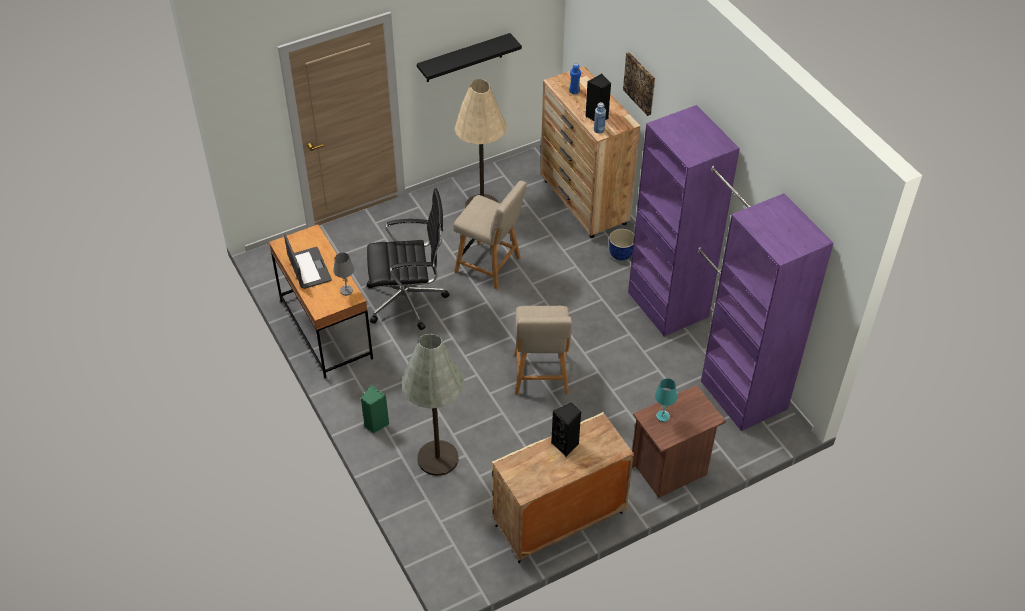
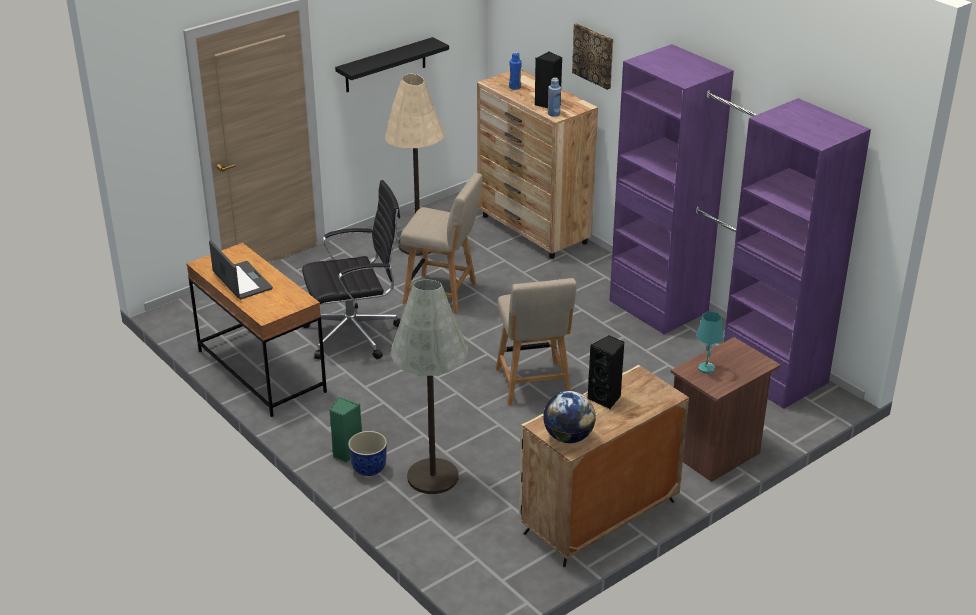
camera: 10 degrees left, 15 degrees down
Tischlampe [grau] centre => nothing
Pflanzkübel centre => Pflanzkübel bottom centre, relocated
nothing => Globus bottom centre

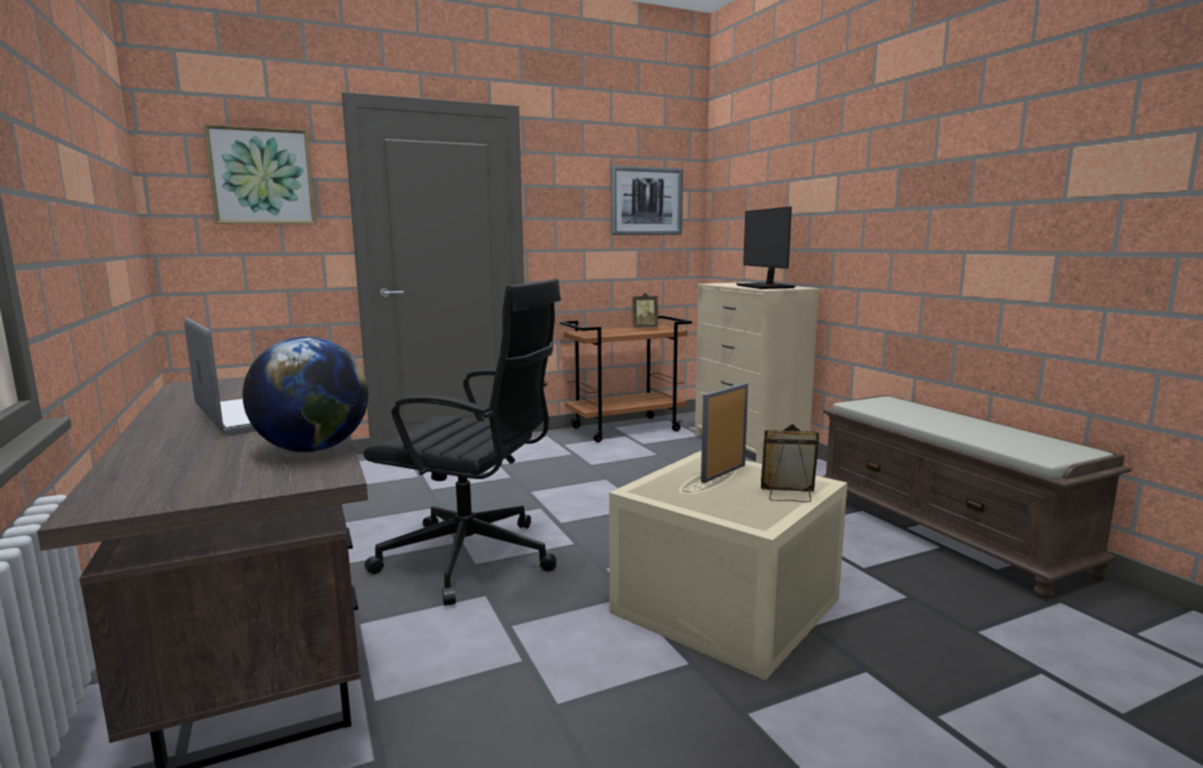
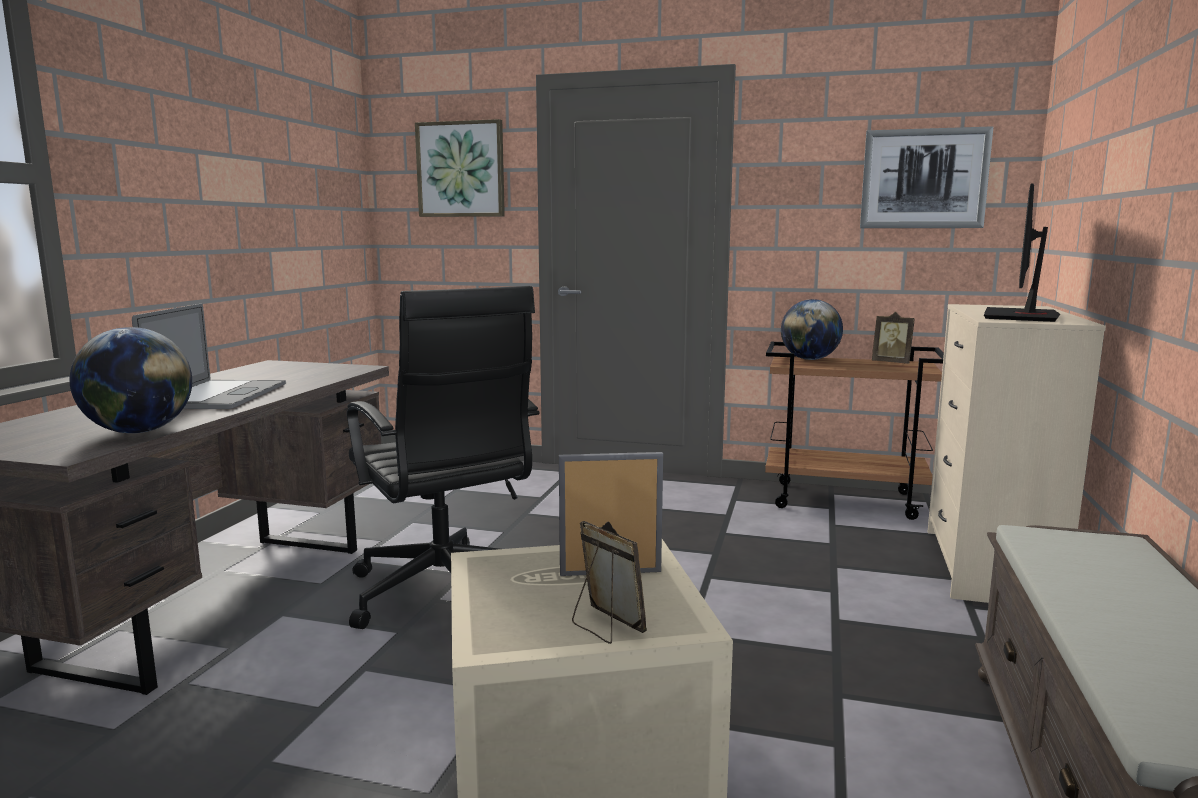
camera: 40 degrees right, 0 degrees up
nothing => Globus (no. 2 from left) middle right

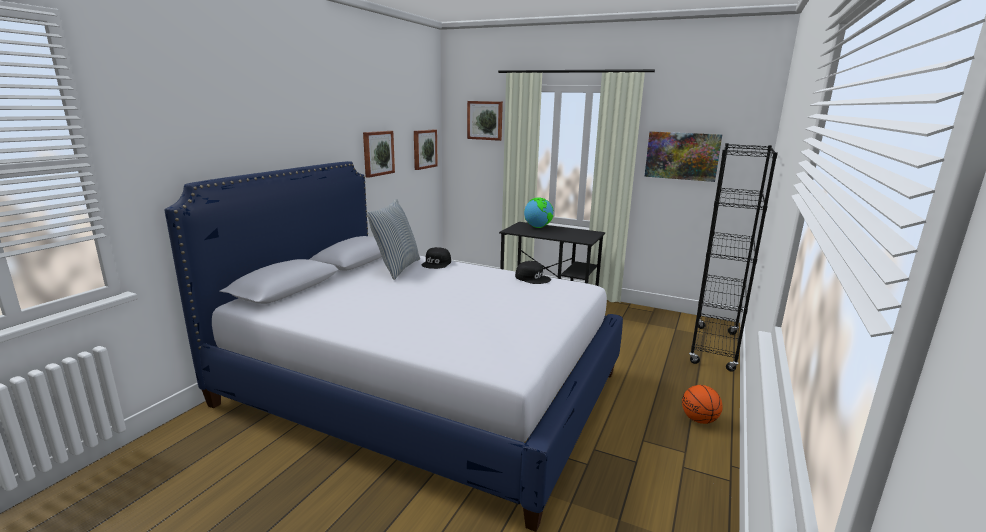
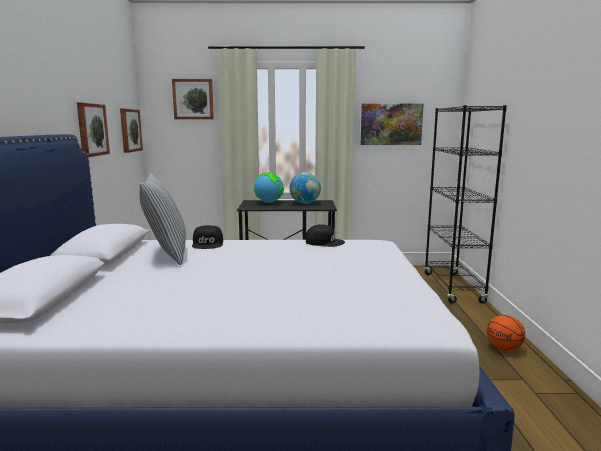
camera: 25 degrees left, 5 degrees down
nothing => Globus (no. 2 from left) centre

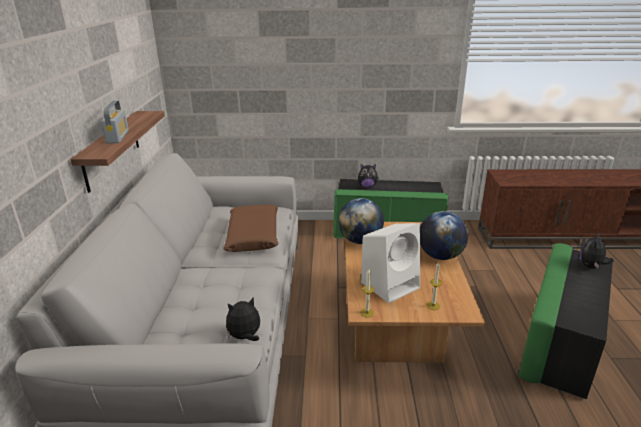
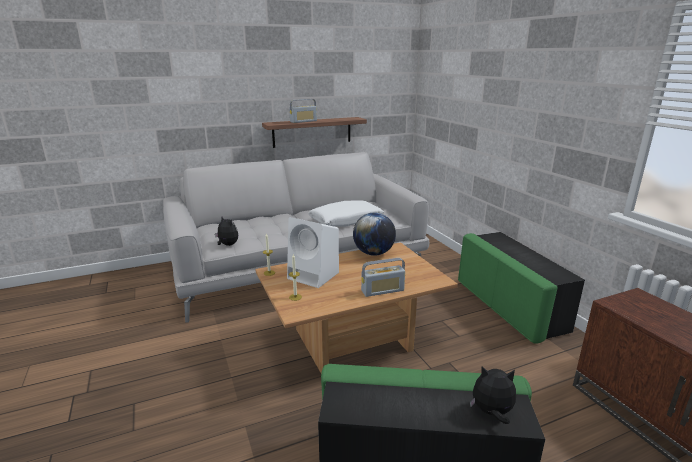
camera: 65 degrees right, 5 degrees down
Kissen [braun] centre => Kissen [weiß] centre
Plüschtier (no. 2 from left) centre => nothing
Globus (no. 2 from left) middle right => Radio (no. 2 from left) centre

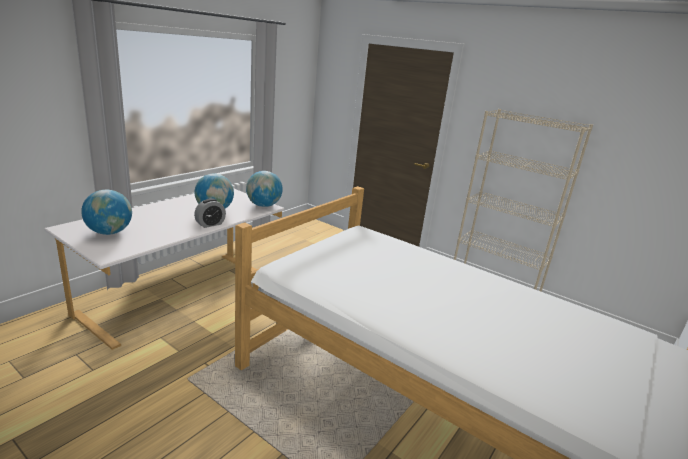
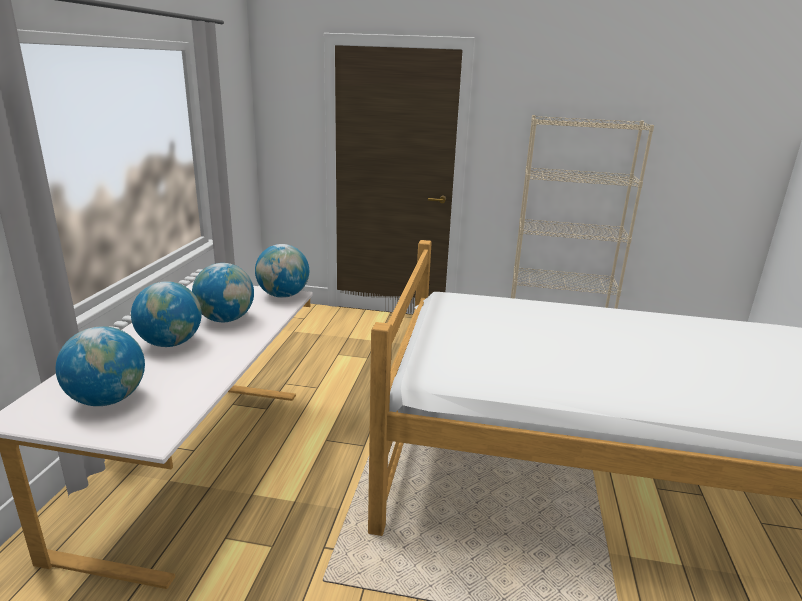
camera: 25 degrees left, 0 degrees up
Wecker middle left => nothing
nothing => Globus (no. 2 from left) middle left

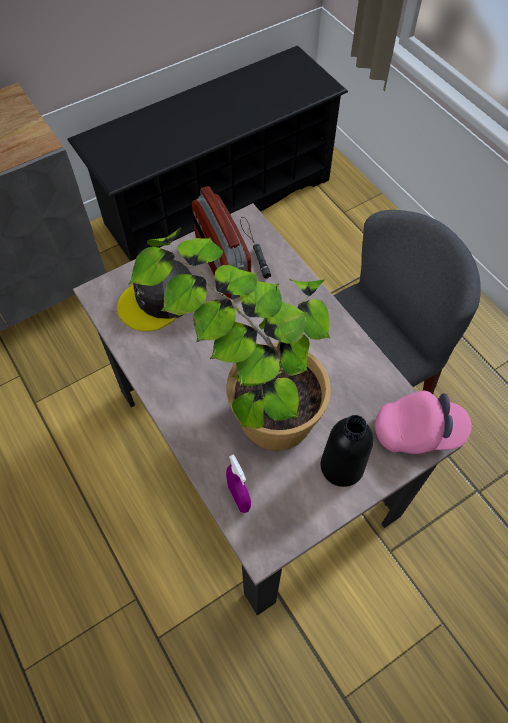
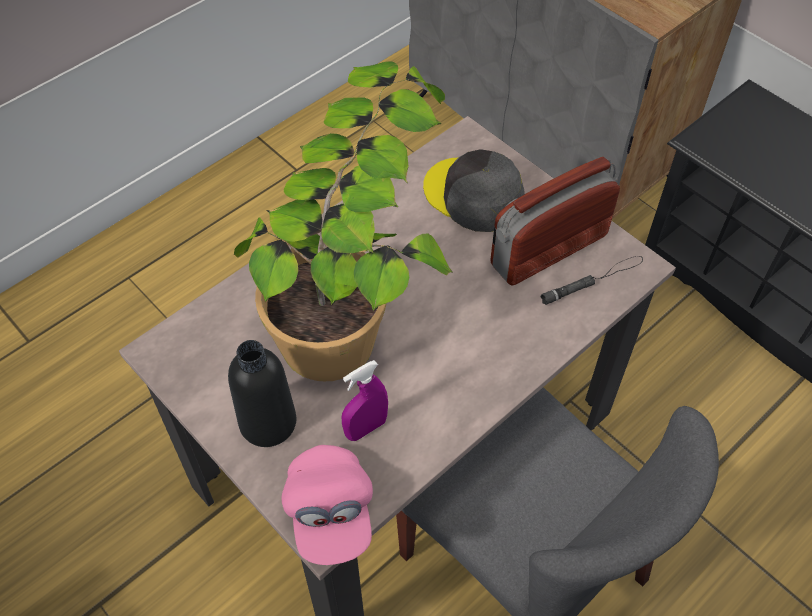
camera: 80 degrees right, 5 degrees down
Sprühflasche [lila] bottom centre => Sprühflasche [lila] centre, relocated

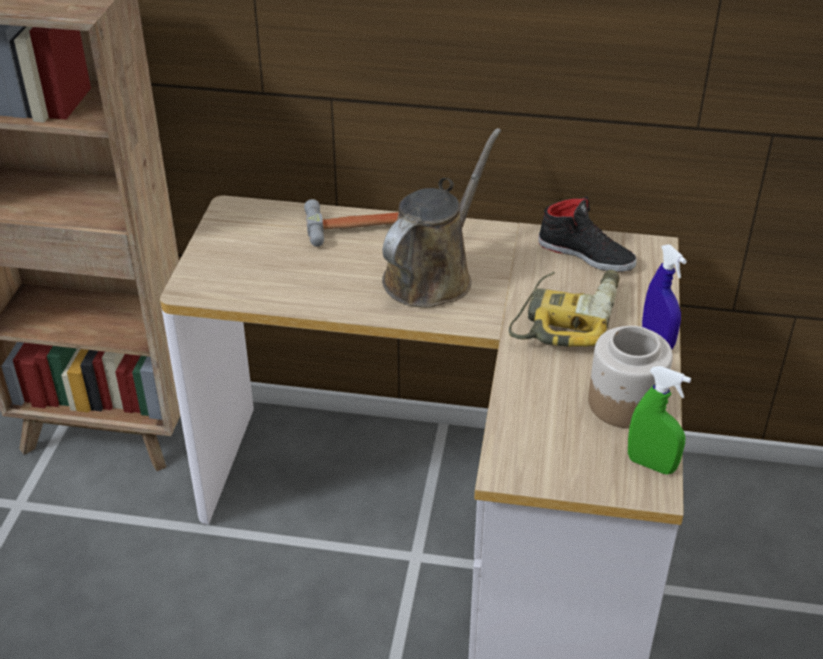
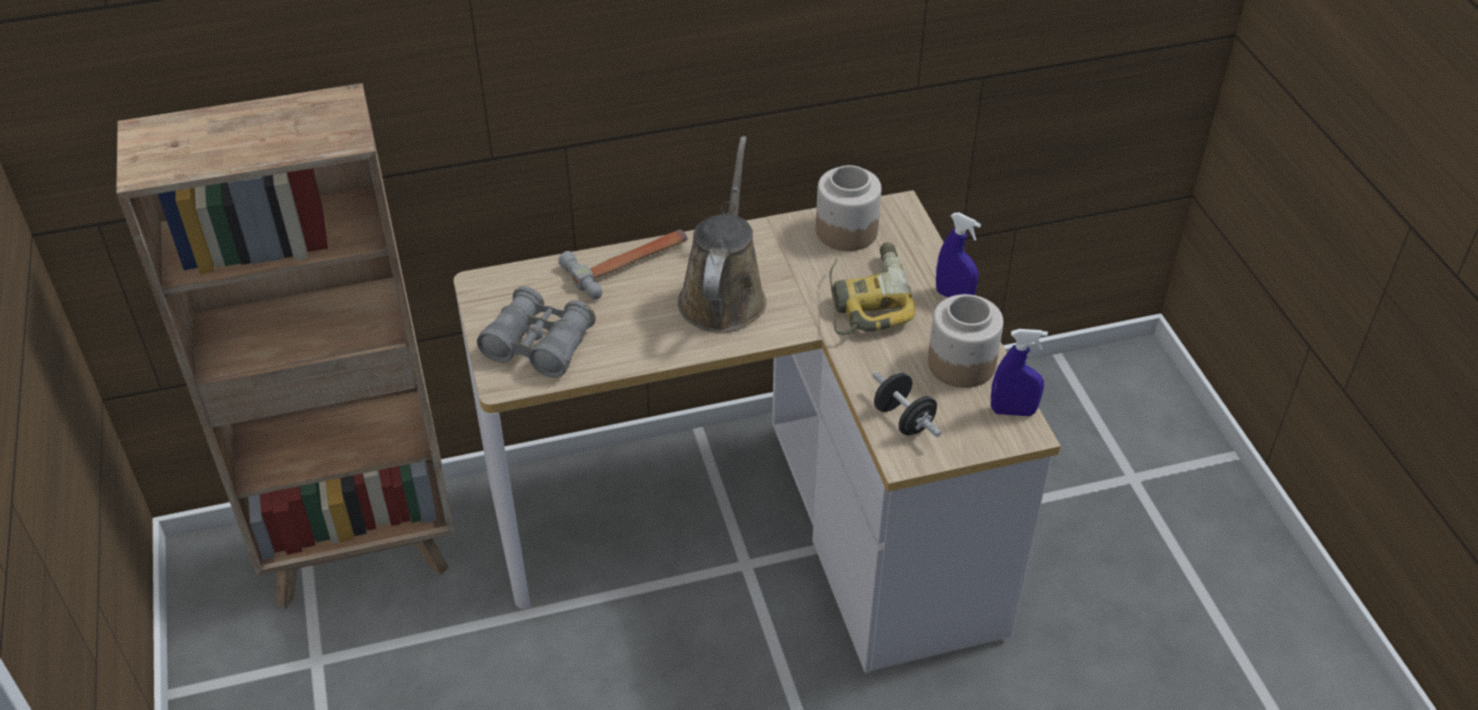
camera: 25 degrees left, 5 degrees up
Schuh [schwarz] middle right => Vorratsglas (no. 1 from left) top centre
Sprühflasche [grün] middle right => Sprühflasche [blau] (no. 2 from left) middle right
nothing => Fernglas [grau] centre
nothing => Hantel [schwarz] centre

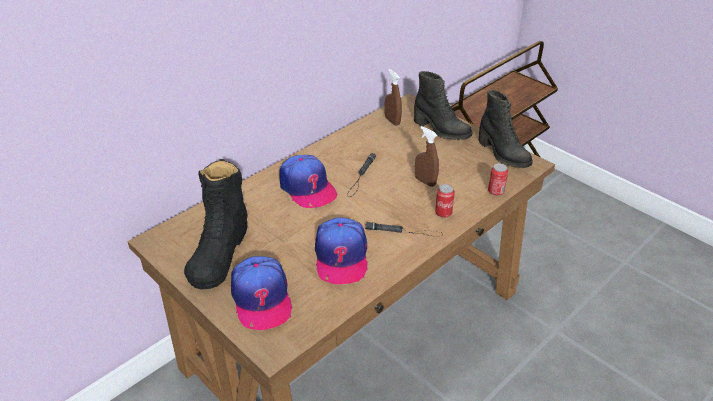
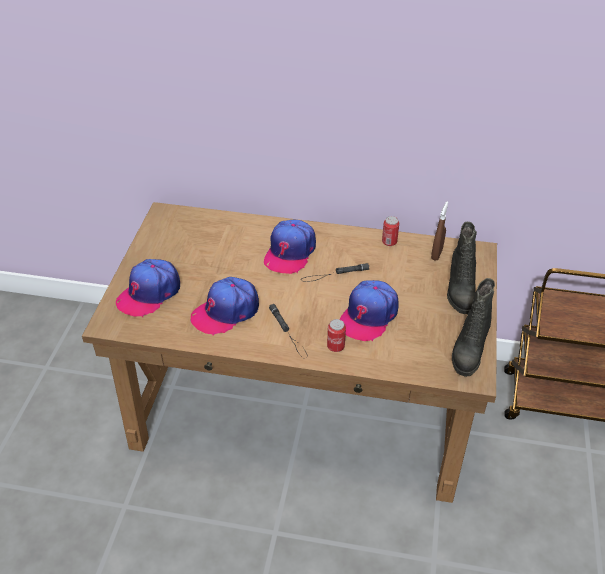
camera: 55 degrees right, 5 degrees up
Stiefel [schwarz] (no. 1 from left) middle left => nothing
Sprühflasche [braun] (no. 2 from left) centre => Kappe (no. 4 from left) centre
Dose (no. 2 from left) middle right => Dose (no. 2 from left) centre, relocated

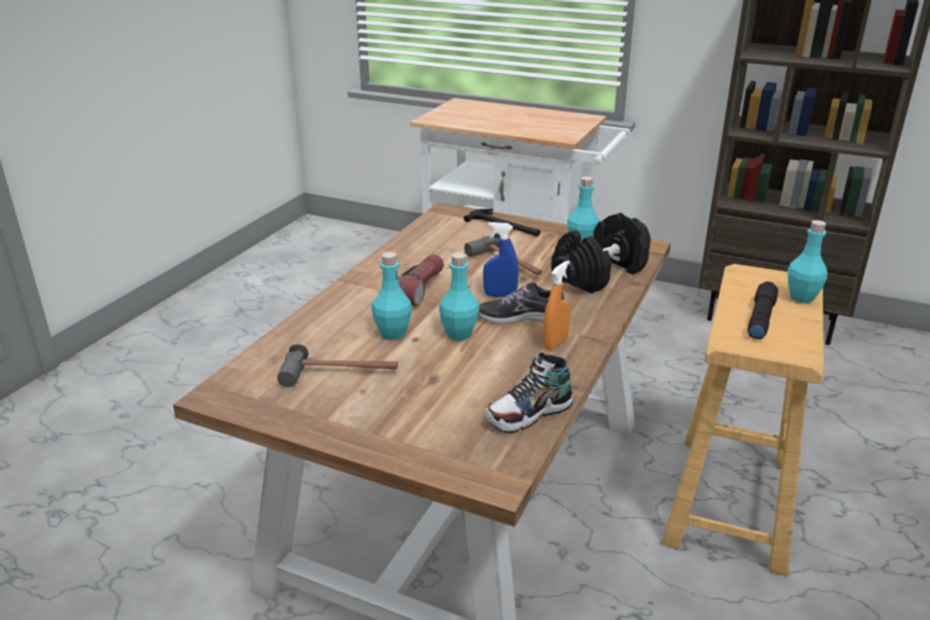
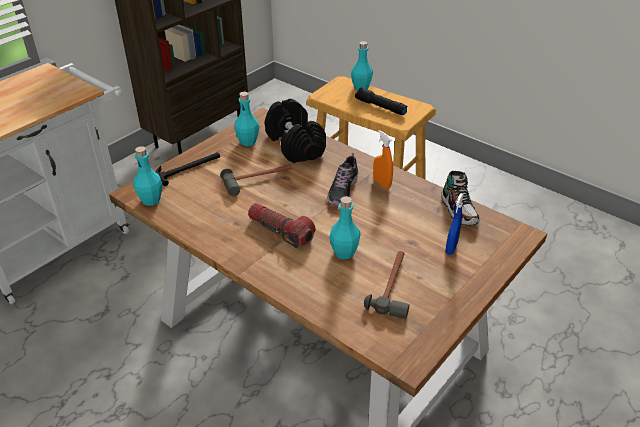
camera: 75 degrees left, 10 degrees up
Flasche [türkis] (no. 2 from left in the first image) centre => Flasche [türkis] (no. 1 from left) middle left, relocated
Sprühflasche [blau] centre => Sprühflasche [blau] middle right, relocated

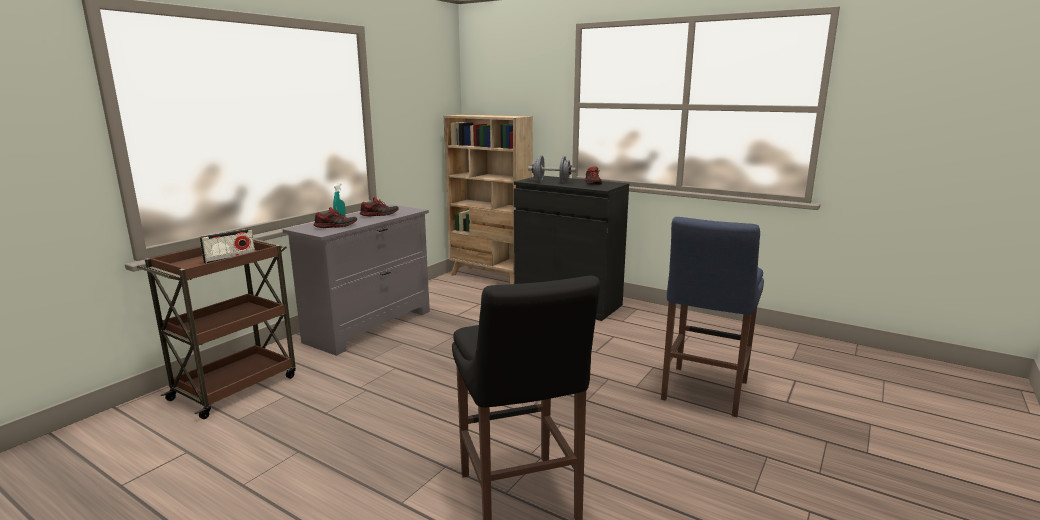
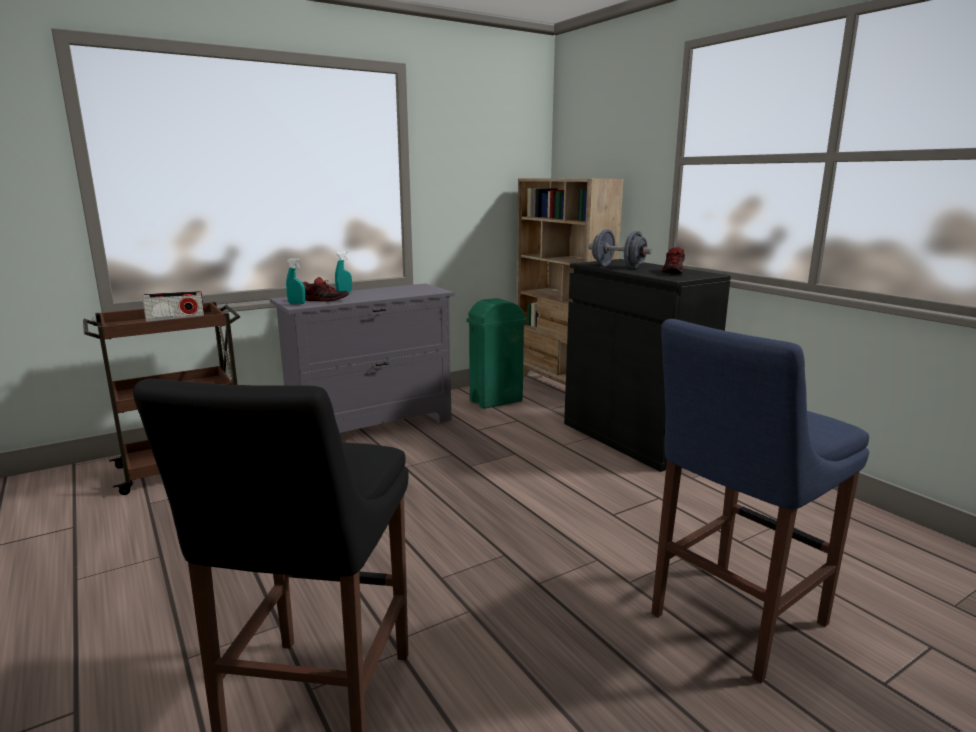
camera: 25 degrees right, 0 degrees up
Schuh (no. 2 from left) centre => nothing
nothing => Sprühflasche [türkis] (no. 1 from left) middle left
nothing => Mülleimer [grün] centre

